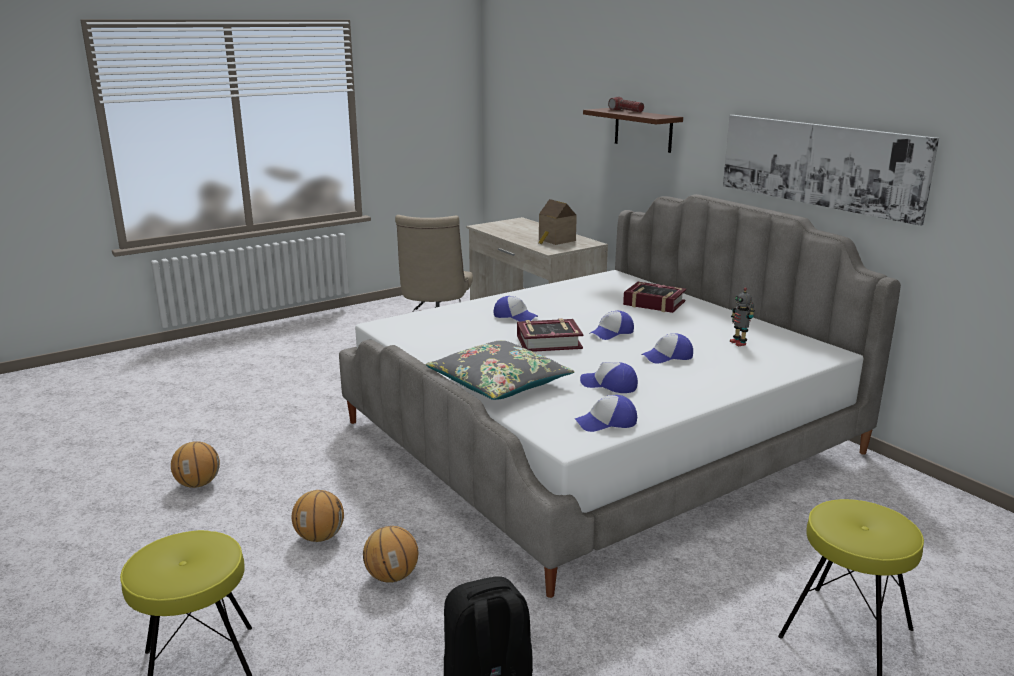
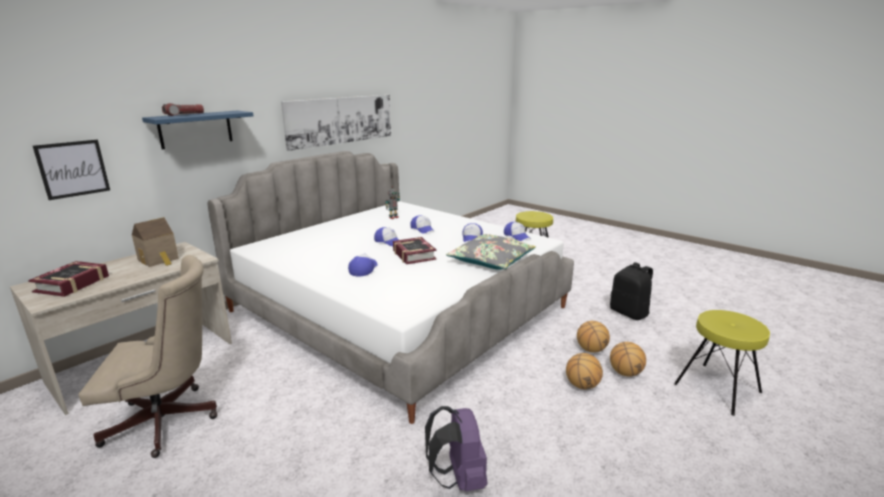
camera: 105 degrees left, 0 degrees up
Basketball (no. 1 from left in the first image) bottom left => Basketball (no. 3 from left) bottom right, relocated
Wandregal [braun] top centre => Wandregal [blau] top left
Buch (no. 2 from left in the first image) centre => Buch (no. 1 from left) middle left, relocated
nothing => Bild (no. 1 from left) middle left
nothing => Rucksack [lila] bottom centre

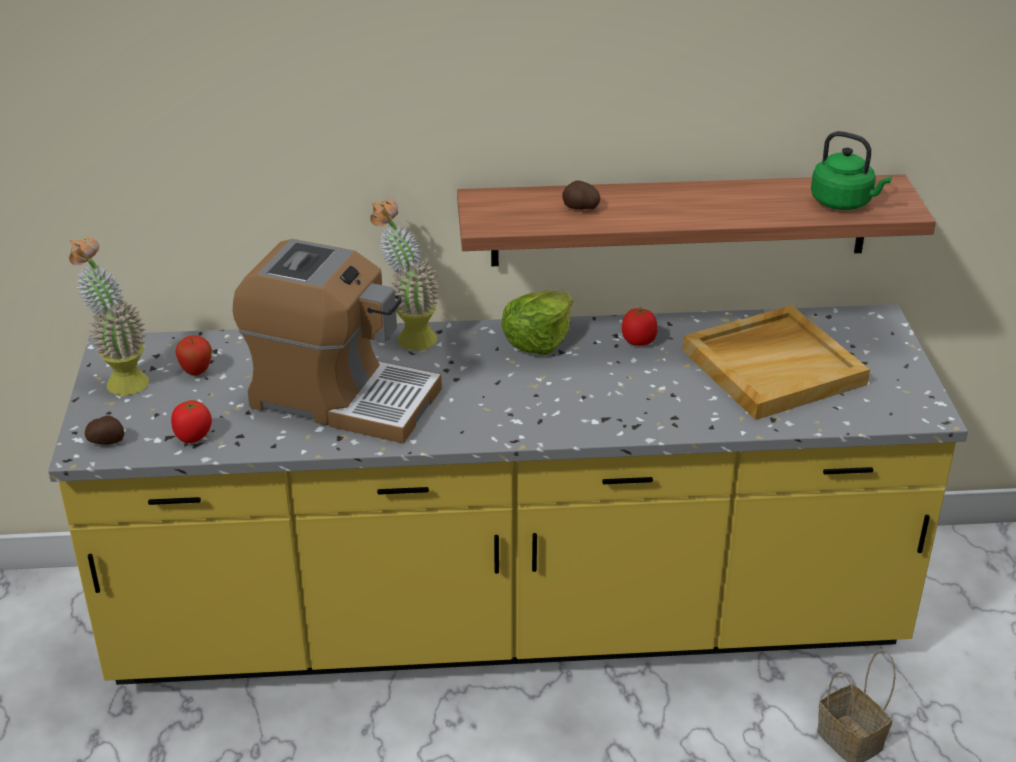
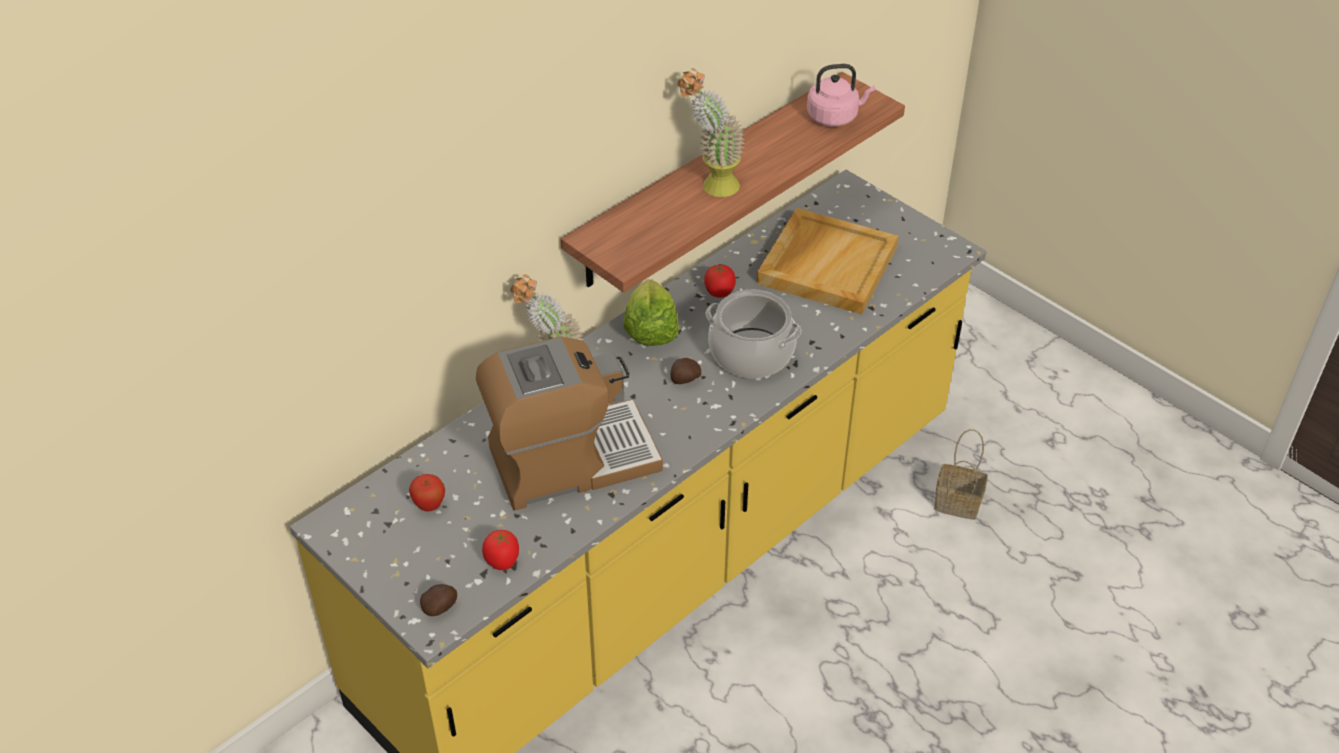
camera: 40 degrees left, 10 degrees up
Topfpflanze (no. 1 from left in the first image) middle left => Topfpflanze (no. 2 from left) top centre, relocated
Kartoffel (no. 2 from left) top centre => Kartoffel (no. 2 from left) centre, relocated
Wasserkessel [grün] top right => Wasserkessel [rosa] top centre
nothing => Kochtopf centre

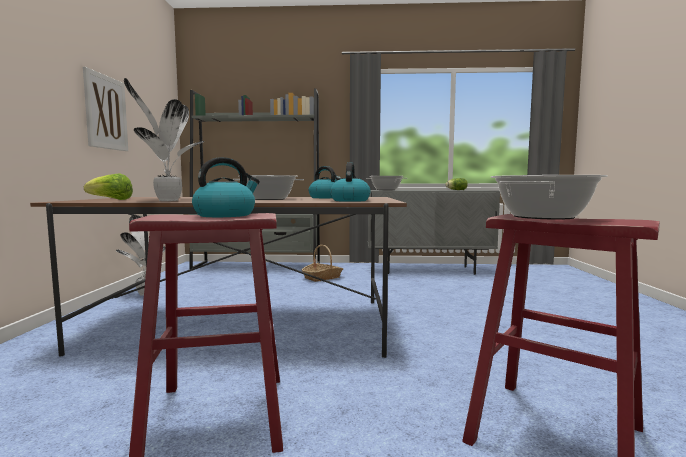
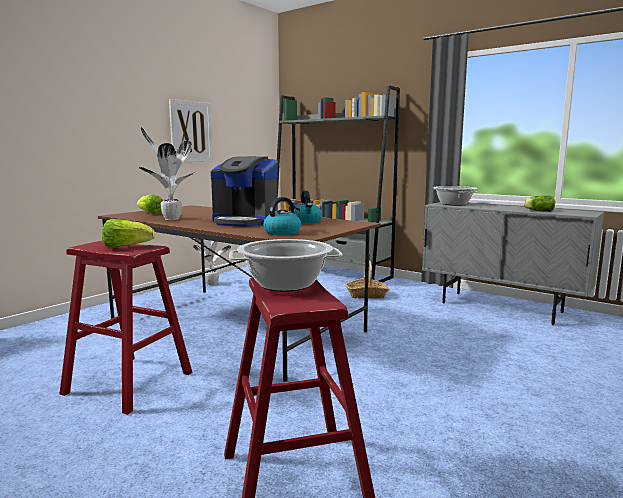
camera: 35 degrees right, 5 degrees up
Wasserkessel (no. 1 from left) middle left => Salatkopf (no. 1 from left) middle left
Kochtopf (no. 1 from left) centre => Kaffeemaschine centre

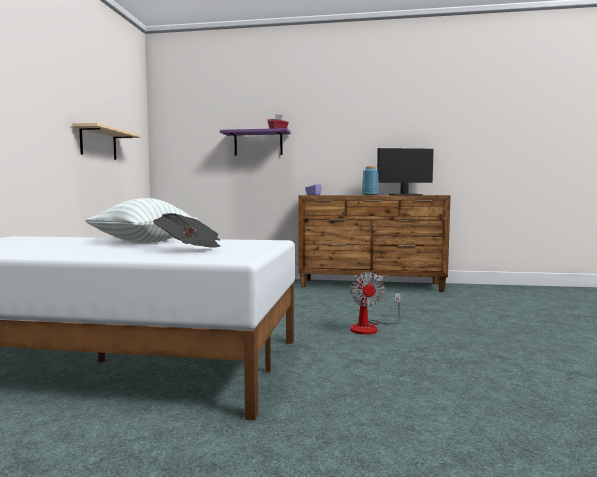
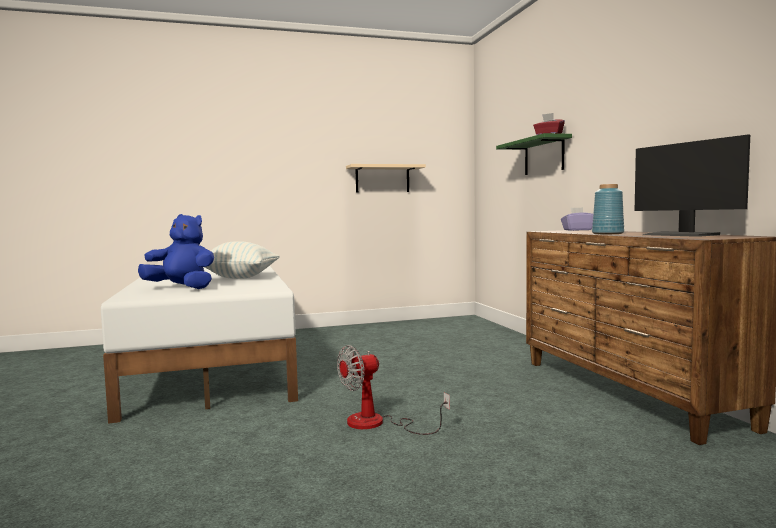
camera: 65 degrees right, 0 degrees up
Zeitung middle left => Plüschtier [blau] middle left
Wandregal [lila] top centre => Wandregal [grün] top right

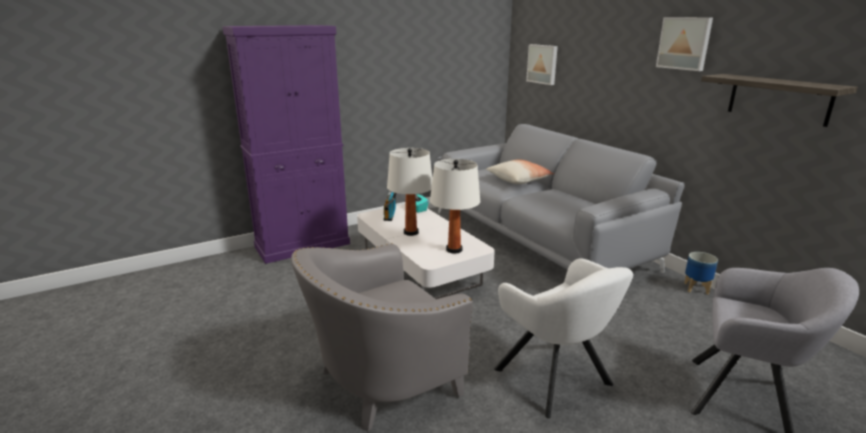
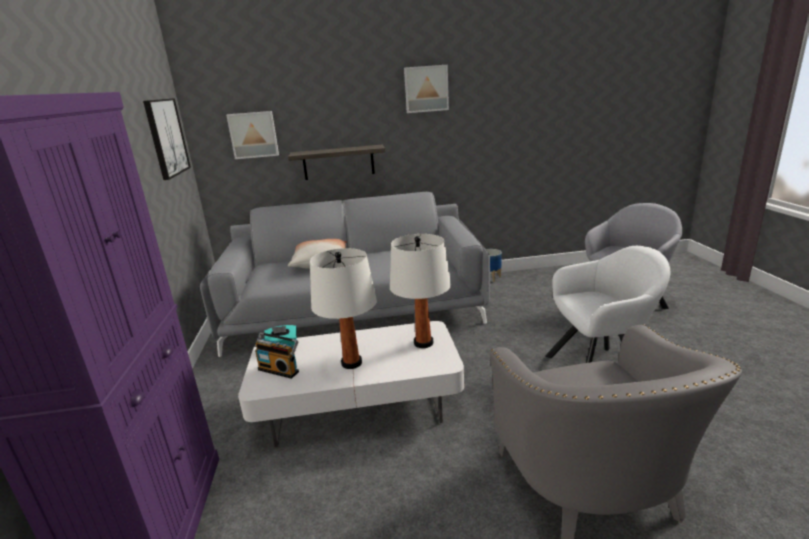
camera: 65 degrees left, 0 degrees up
Wandregal top right => Wandregal top centre, relocated
nothing => Bild (no. 1 from left) top left

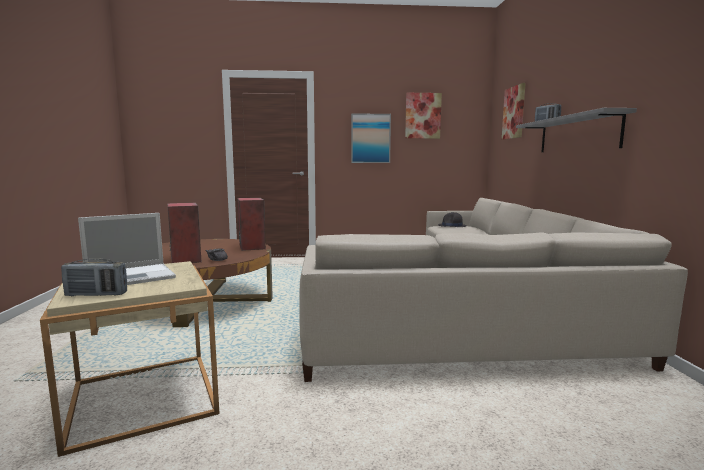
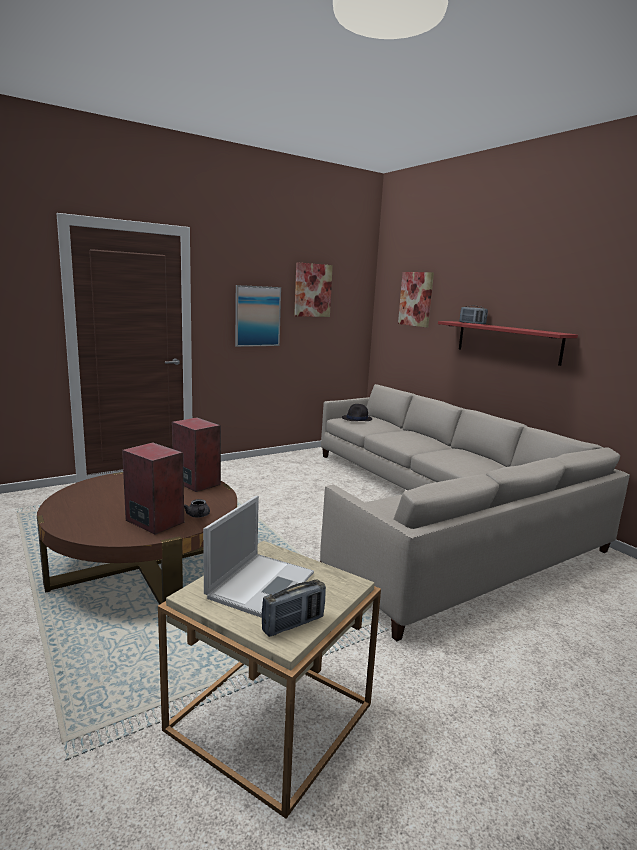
camera: 30 degrees left, 5 degrees up
Wandregal [grau] top right => Wandregal [rot] middle right

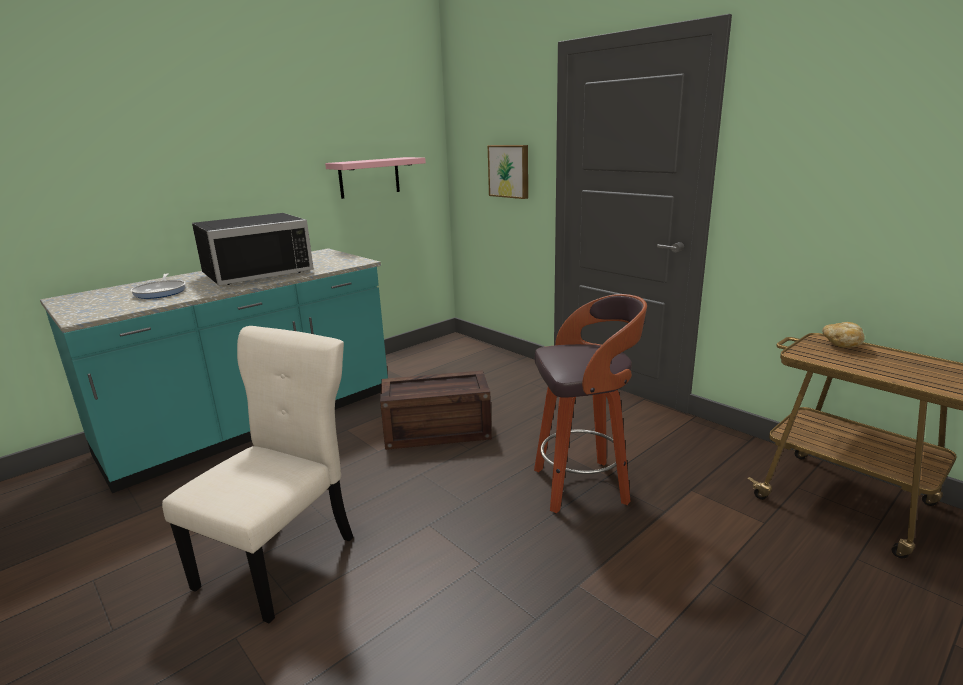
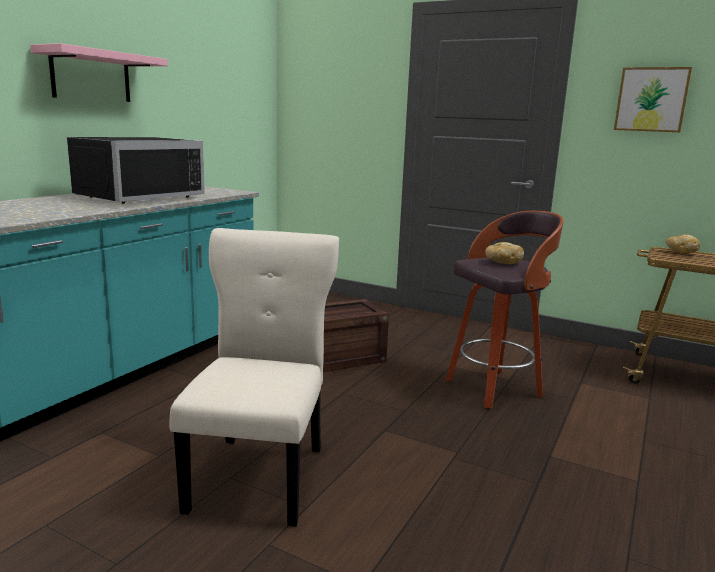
camera: 20 degrees left, 5 degrees down
Pfanne middle left => nothing
Wandregal [rosa] top centre => Wandregal [rosa] top left, relocated
Bild top centre => Bild top right, relocated
nothing => Brot (no. 1 from left) middle right

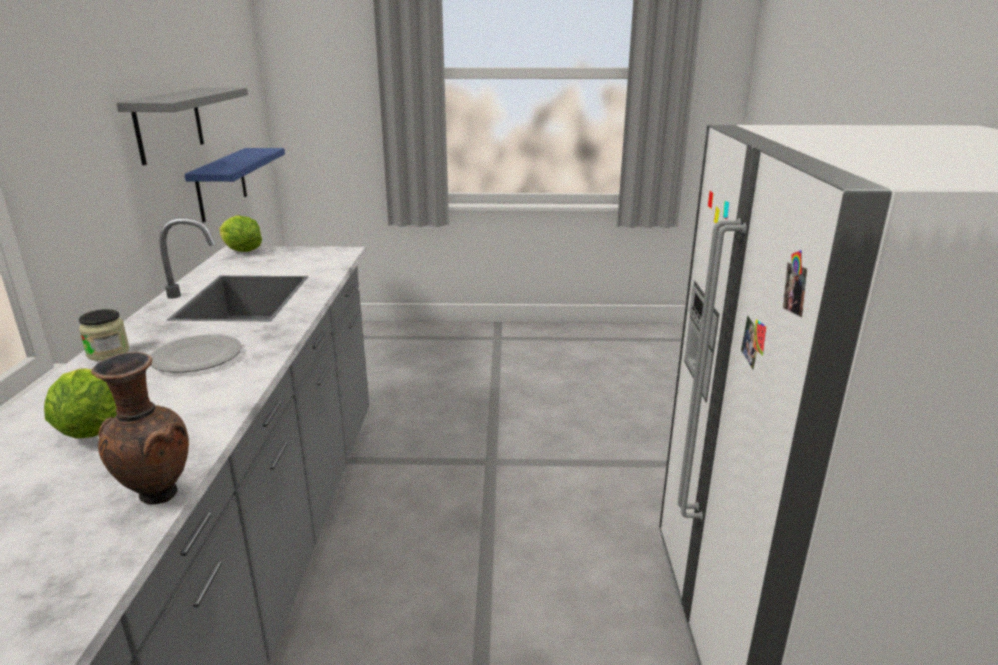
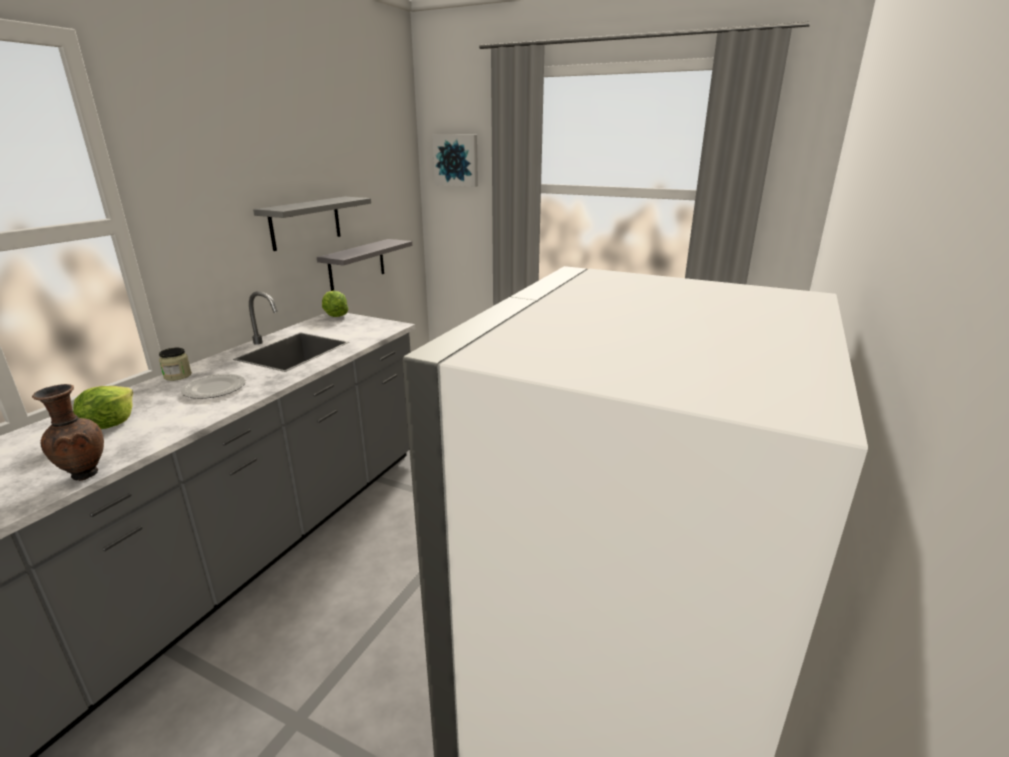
camera: 25 degrees right, 0 degrees up
Wandregal [blau] top left => Wandregal [grau] (no. 2 from left) centre
nothing => Bild top centre

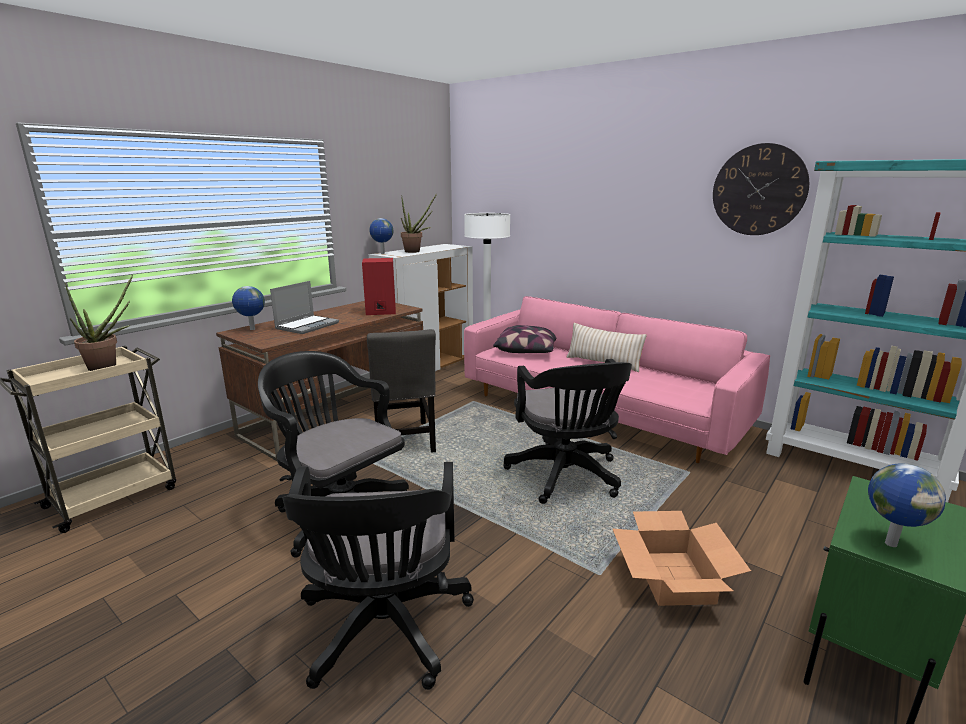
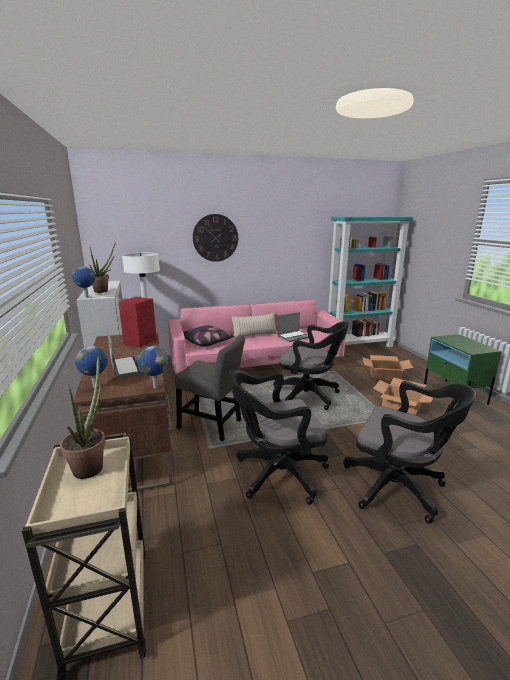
camera: 55 degrees left, 0 degrees up
Wanduhr top right => Wanduhr centre, relocated
Globus (no. 3 from left) bottom right => Globus (no. 3 from left) middle left, relocated
nothing => Laptop (no. 2 from left) centre
nothing => Karton (no. 1 from left) middle right

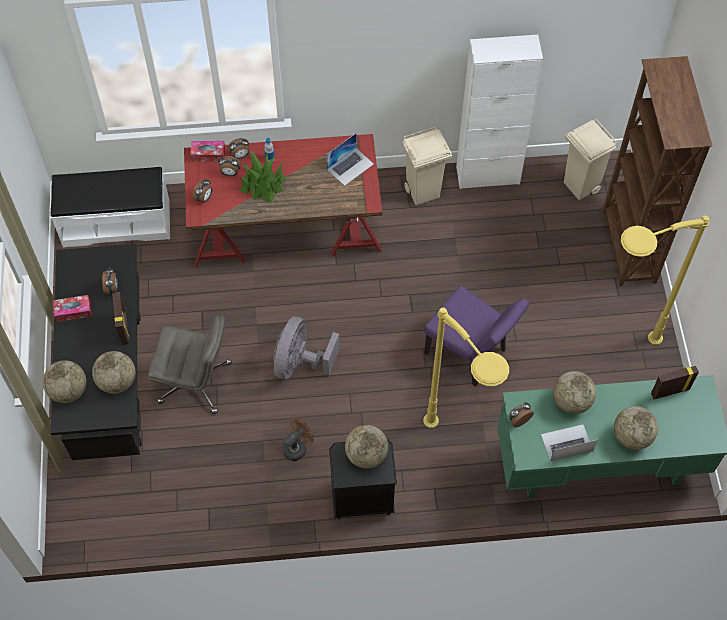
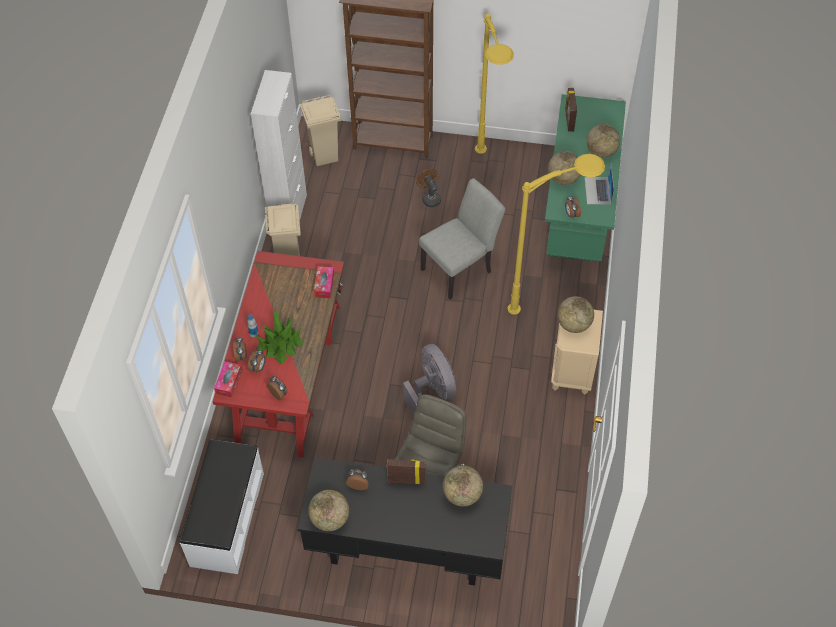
camera: 75 degrees left, 5 degrees down
Globus (no. 1 from left) middle left => Globus (no. 1 from left) bottom centre, relocated
Taschentuchbox (no. 1 from left in the first image) middle left => Taschentuchbox (no. 2 from left) centre, relocated
Ventilator [grau] centre, 150 degrees counterclockwise
Ventilator [braun] bottom centre => Ventilator [braun] top centre, relocated
Laptop (no. 1 from left) top centre => nothing
Nachttisch [schwarz] bottom centre => Nachttisch [beige] middle right
Stuhl [lila] centre => Stuhl [grau] centre

